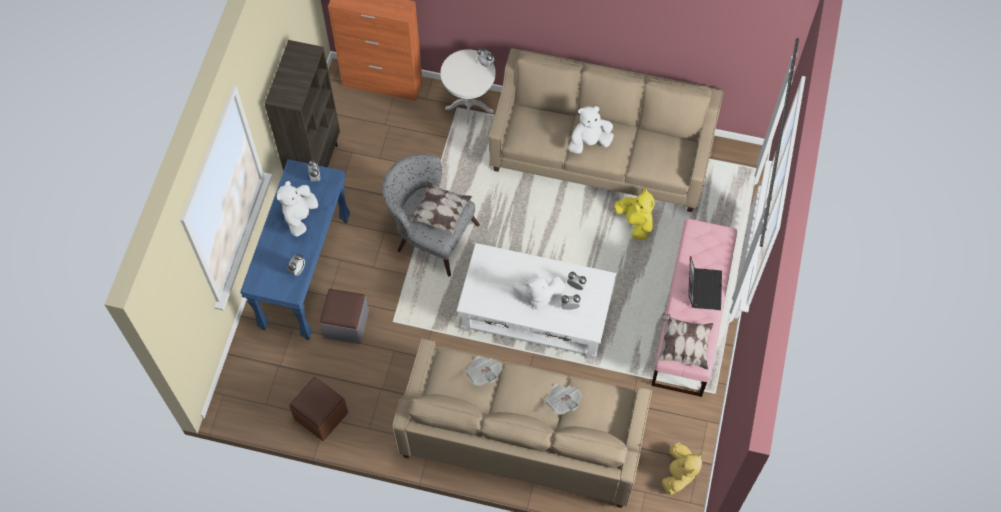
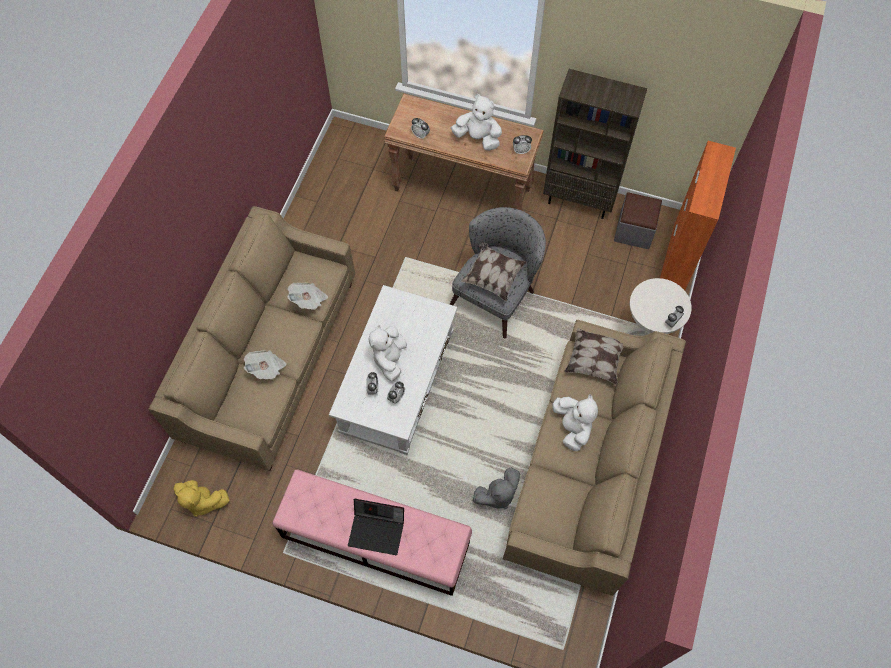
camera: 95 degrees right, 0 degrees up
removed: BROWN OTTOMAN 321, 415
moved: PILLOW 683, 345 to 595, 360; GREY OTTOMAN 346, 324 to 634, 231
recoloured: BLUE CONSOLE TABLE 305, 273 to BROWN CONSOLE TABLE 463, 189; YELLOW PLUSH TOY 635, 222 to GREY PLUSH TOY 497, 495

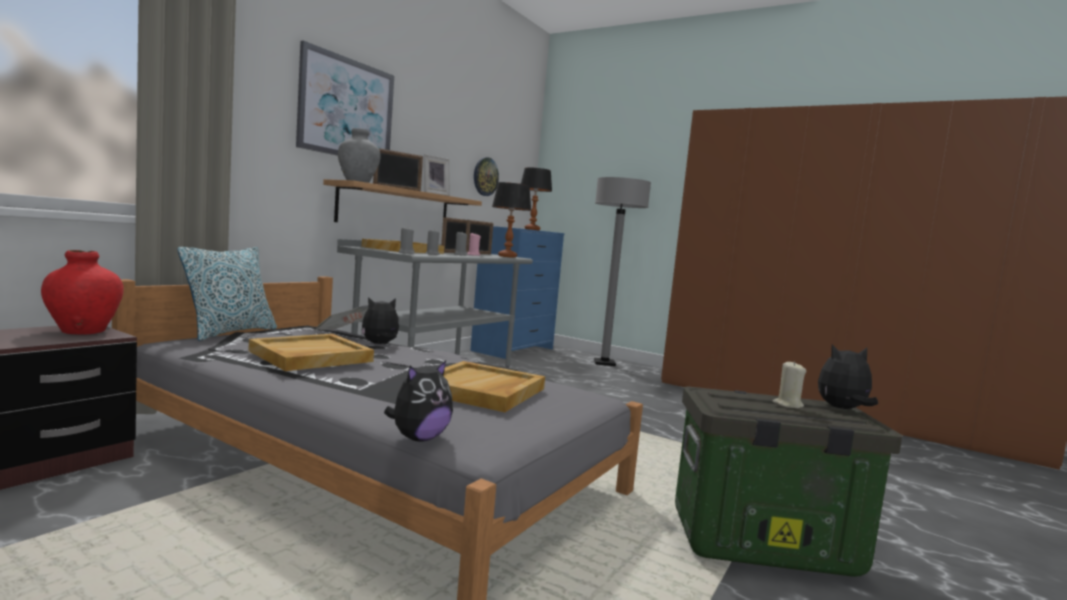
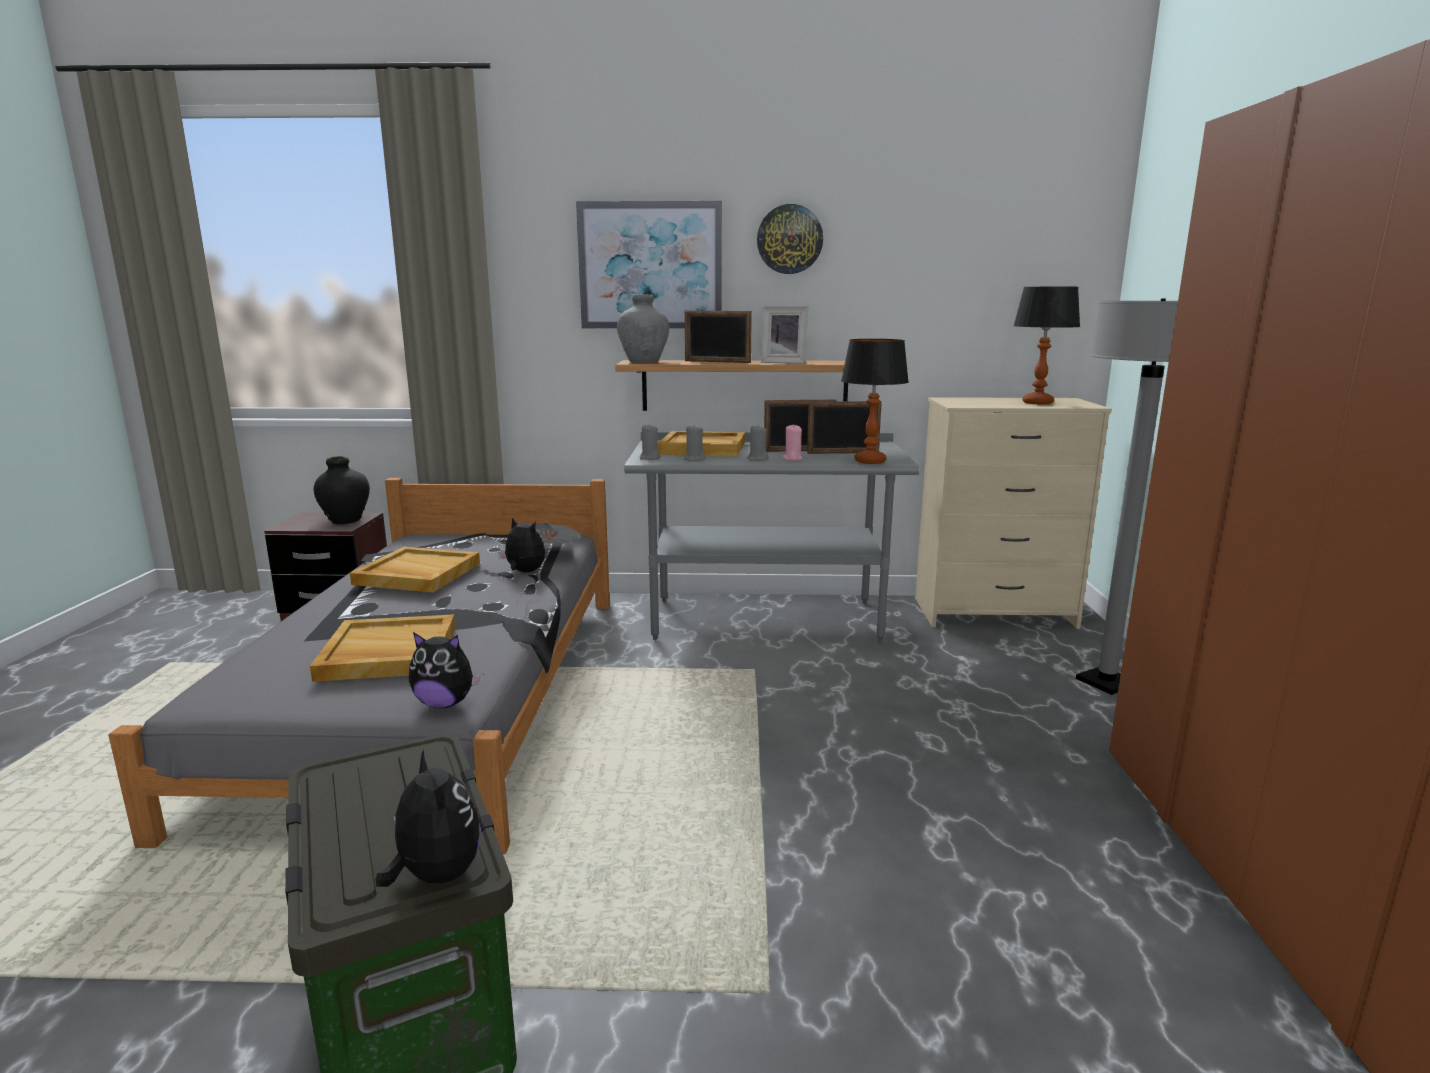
camera: 60 degrees right, 10 degrees up
removed: PILLOW 230, 332; BEIGE CANDLE 787, 405
moved: PLUSH TOY 419, 438 to 445, 703; WALL CLOCK 485, 176 to 789, 239
recoloured: RED VASE 83, 331 to BLACK VASE 346, 521; BLUE DRESSER 513, 350 to BEIGE DRESSER 994, 613

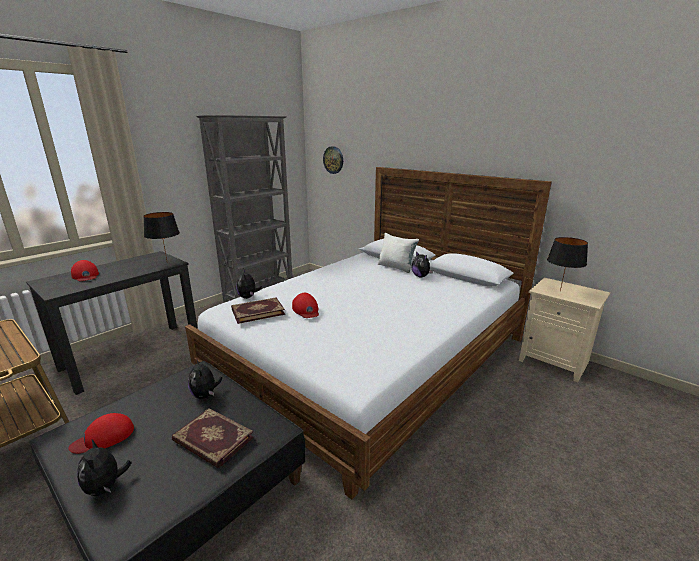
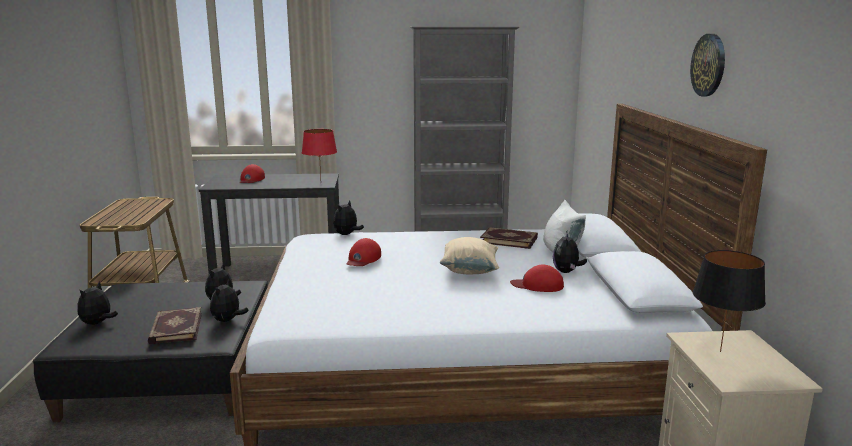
camera: 45 degrees right, 5 degrees down
added: PLUSH TOY 228, 320; BEIGE PILLOW 469, 271
moved: BOOK 257, 311 to 509, 240; RED CAP 104, 437 to 538, 285; WALL CLOCK 333, 160 to 709, 65
recoloured: BLACK TABLE LAMP 167, 262 to RED TABLE LAMP 321, 183

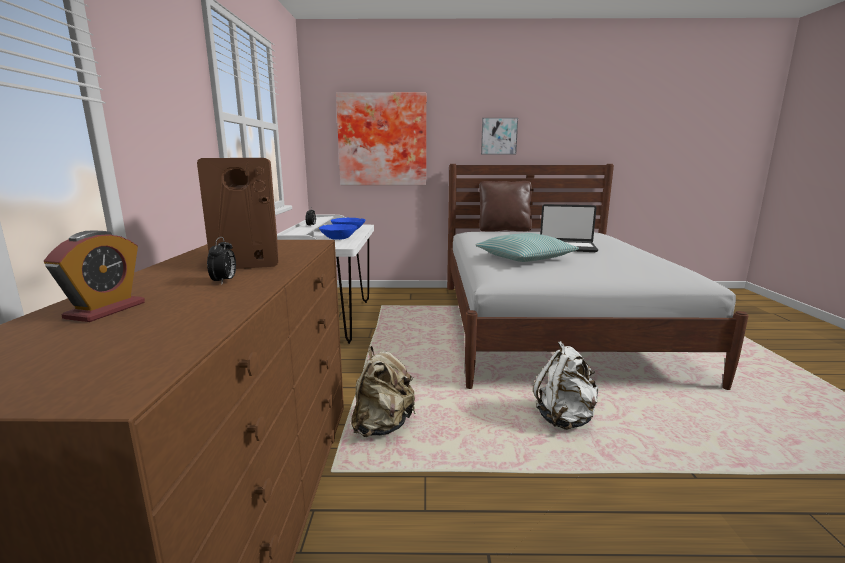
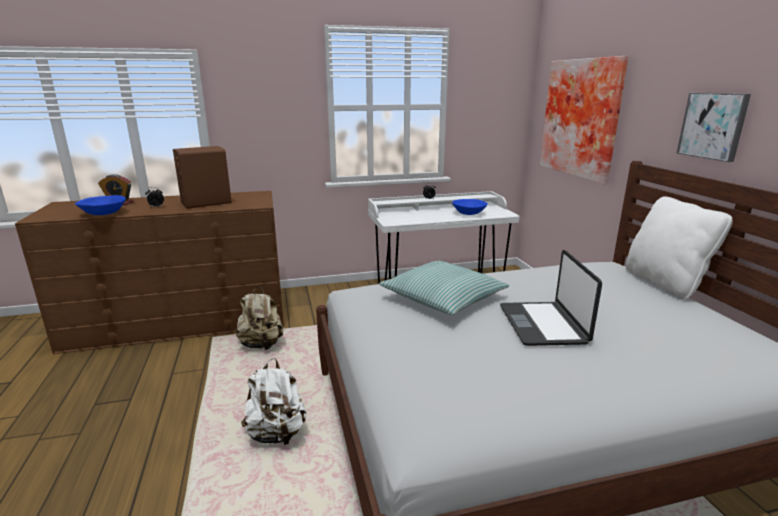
camera: 75 degrees right, 5 degrees up
moved: BLUE BOWL 338, 239 to 103, 214
recoloured: BROWN PILLOW 504, 230 to WHITE PILLOW 664, 283

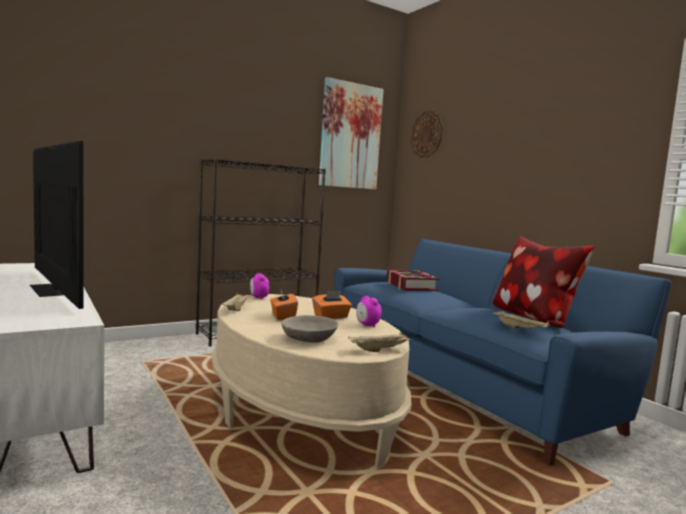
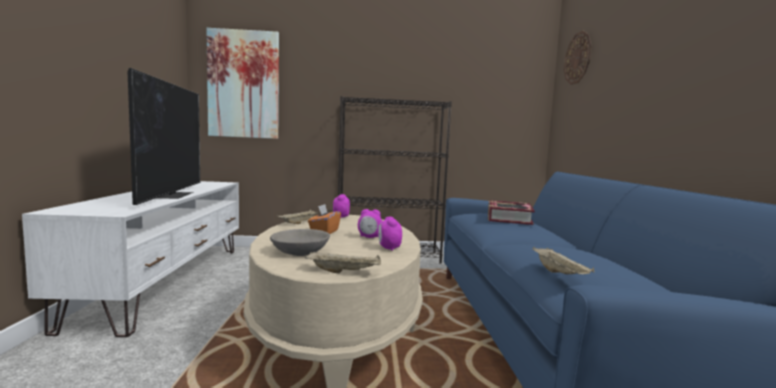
camera: 30 degrees right, 0 degrees up
removed: PILLOW 533, 318
moved: PICTURE 350, 136 to 243, 84
replaced: ORANGE TISSUE BOX 331, 317 to ALARM CLOCK 369, 237

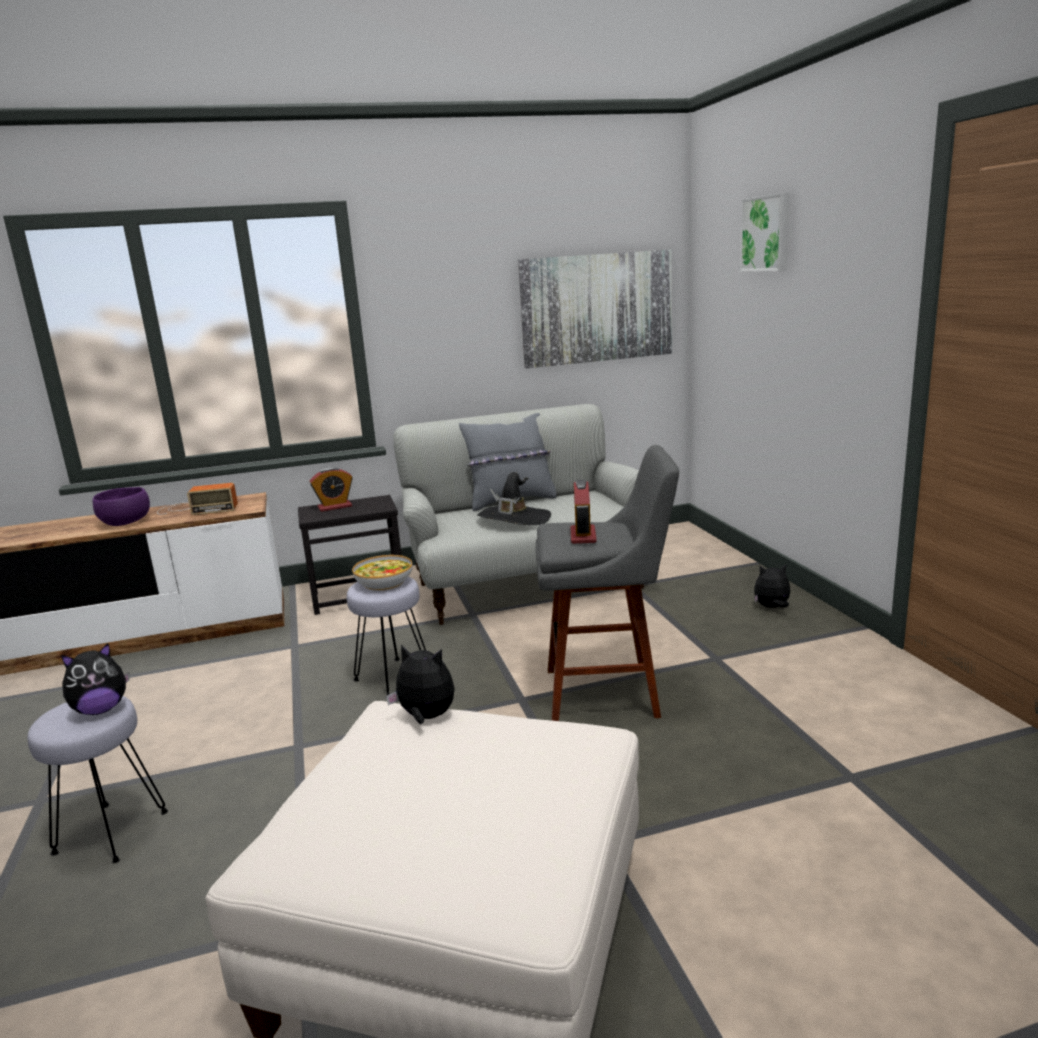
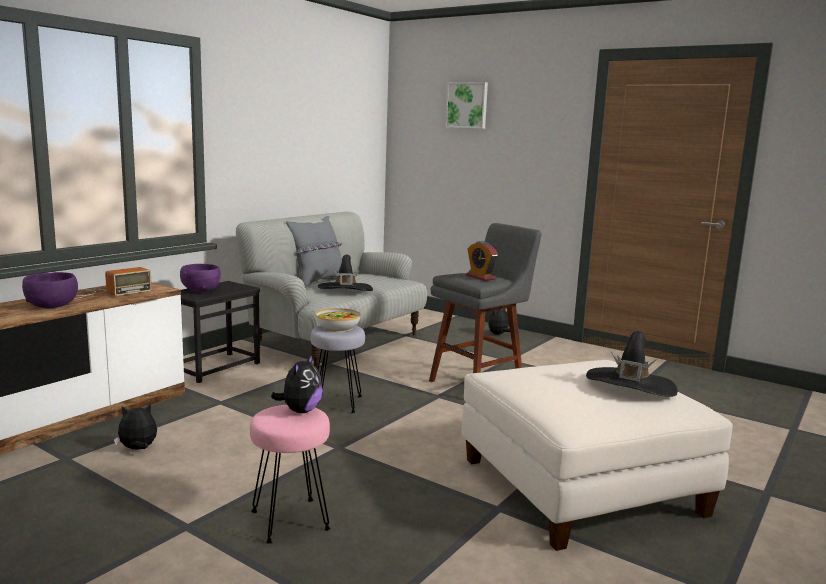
camera: 40 degrees left, 5 degrees down
removed: PICTURE 596, 308
added: BLACK HAT 630, 386
moved: PLUSH TOY 426, 717 to 138, 449
replaced: ALARM CLOCK 335, 507 to PURPLE BOWL 200, 290
recoloured: GREY STOOL 112, 831 to PINK STOOL 290, 519

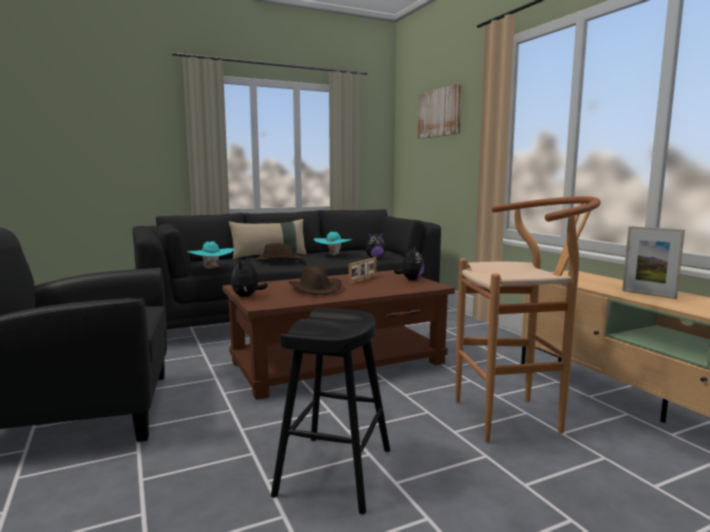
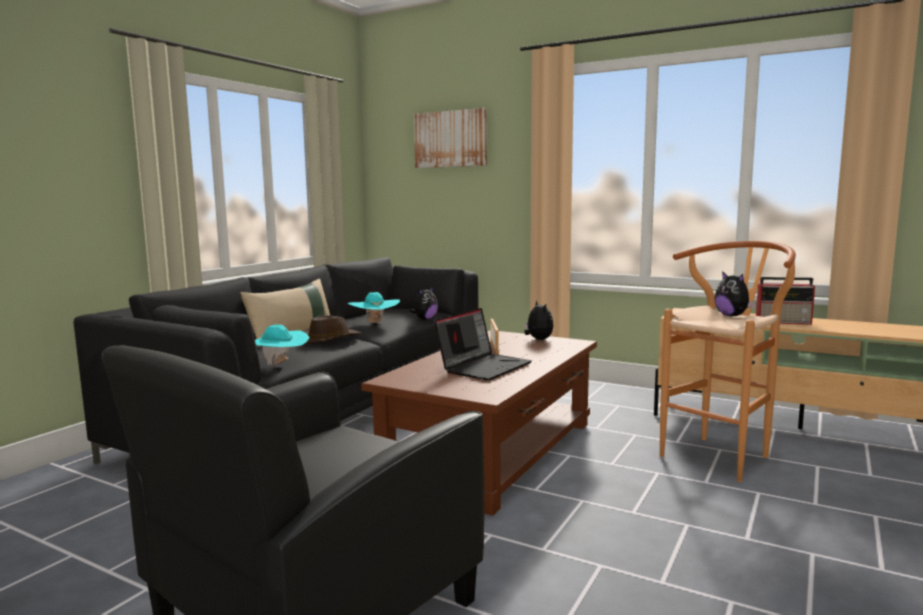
camera: 35 degrees left, 0 degrees up
removed: BLACK STOOL 335, 471
moved: PLUSH TOY 247, 296 to 732, 316
replaced: BROWN HAT 316, 289 to LAPTOP 484, 367; PICTURE FRAME 648, 294 to RADIO 784, 322

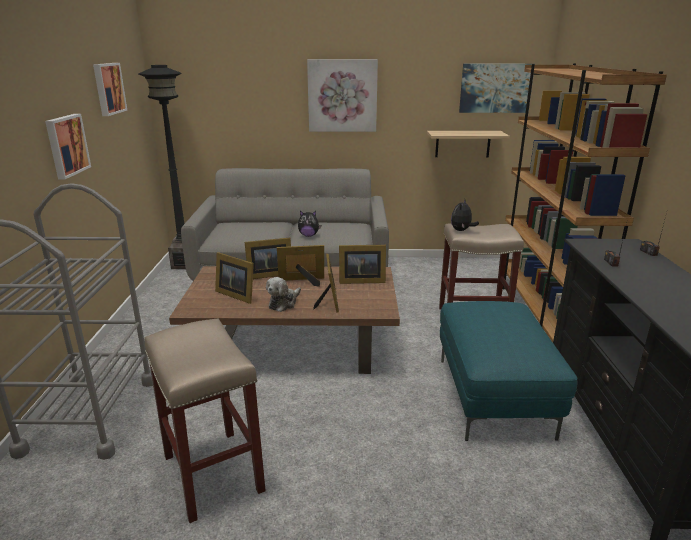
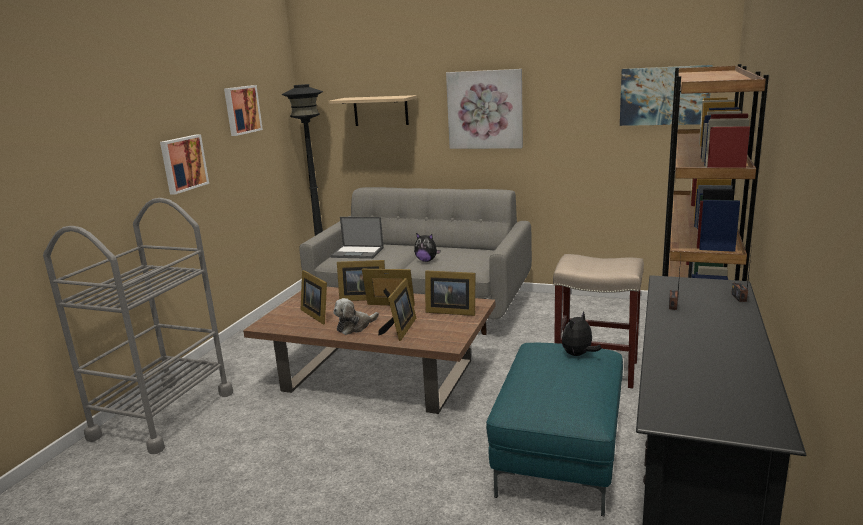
camera: 20 degrees right, 5 degrees down
removed: BEIGE STOOL 214, 474
added: LAPTOP 358, 252
moved: SHELF 462, 144 to 380, 111; PLUSH TOY 461, 230 to 578, 355

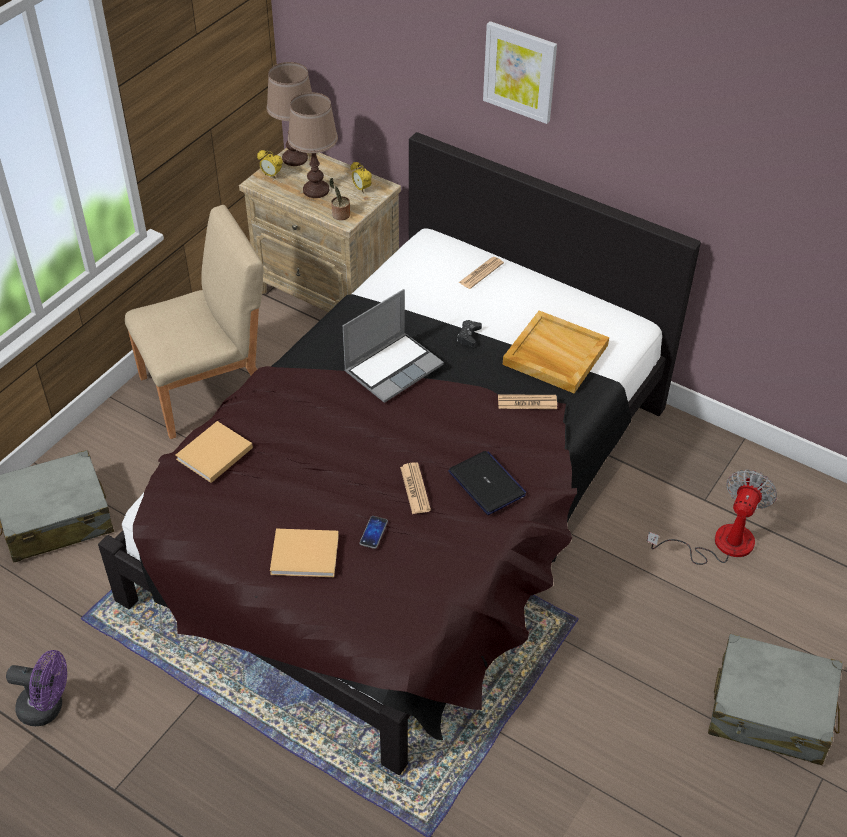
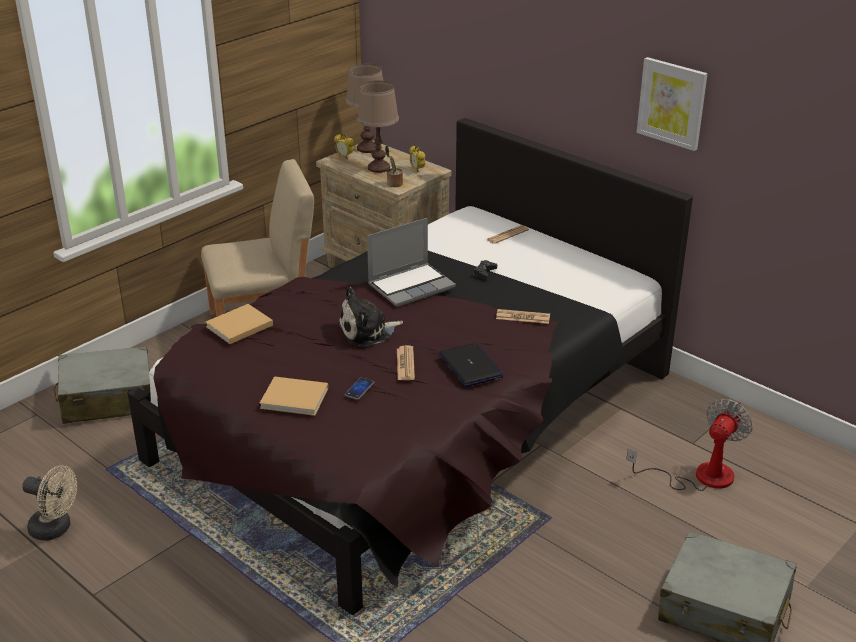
camera: 10 degrees right, 15 degrees down
removed: BEIGE TRAY 554, 355
added: PLUSH TOY 367, 332
moved: PICTURE 520, 71 to 672, 103
recoloured: PURPLE FAN 48, 708 to BEIGE FAN 56, 529

